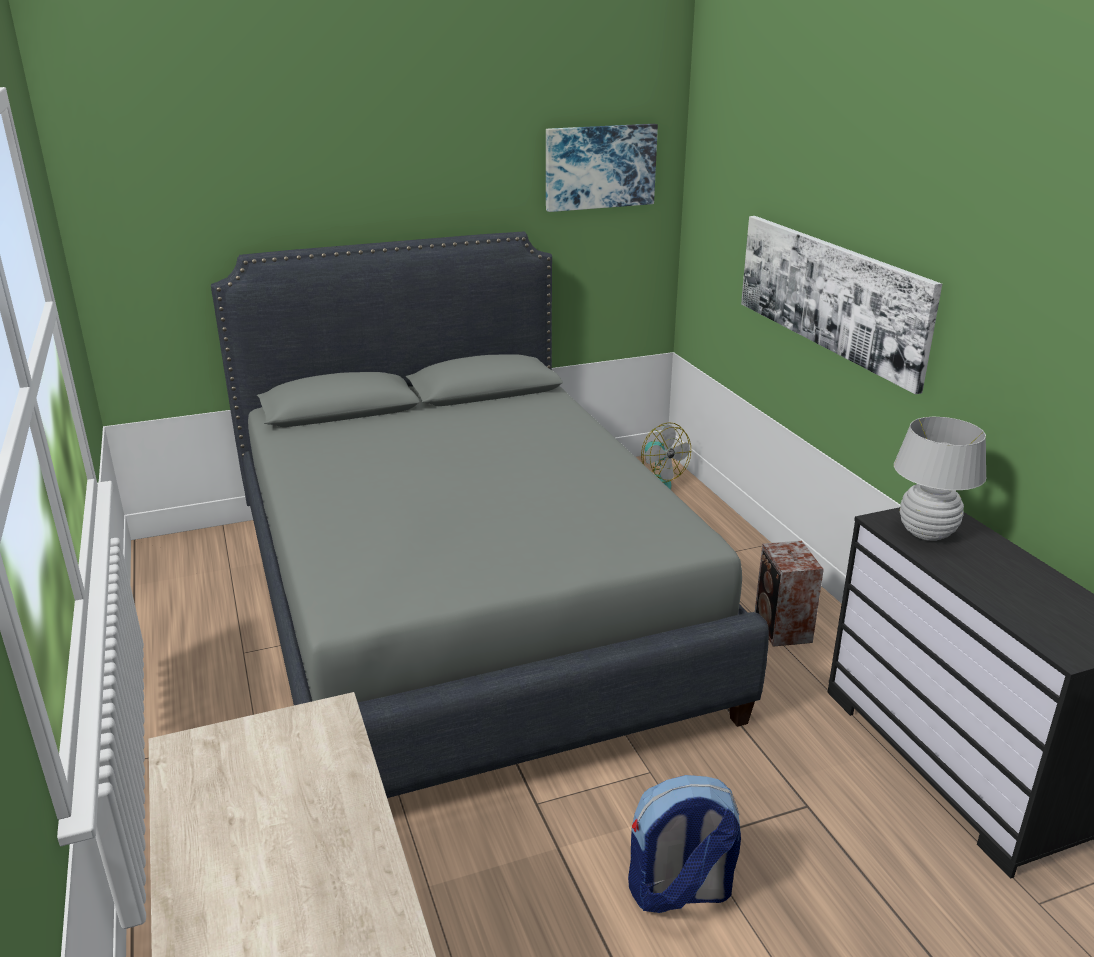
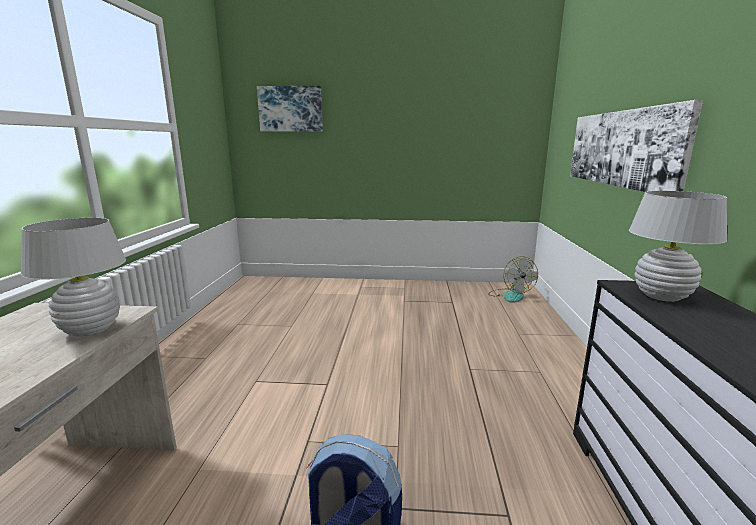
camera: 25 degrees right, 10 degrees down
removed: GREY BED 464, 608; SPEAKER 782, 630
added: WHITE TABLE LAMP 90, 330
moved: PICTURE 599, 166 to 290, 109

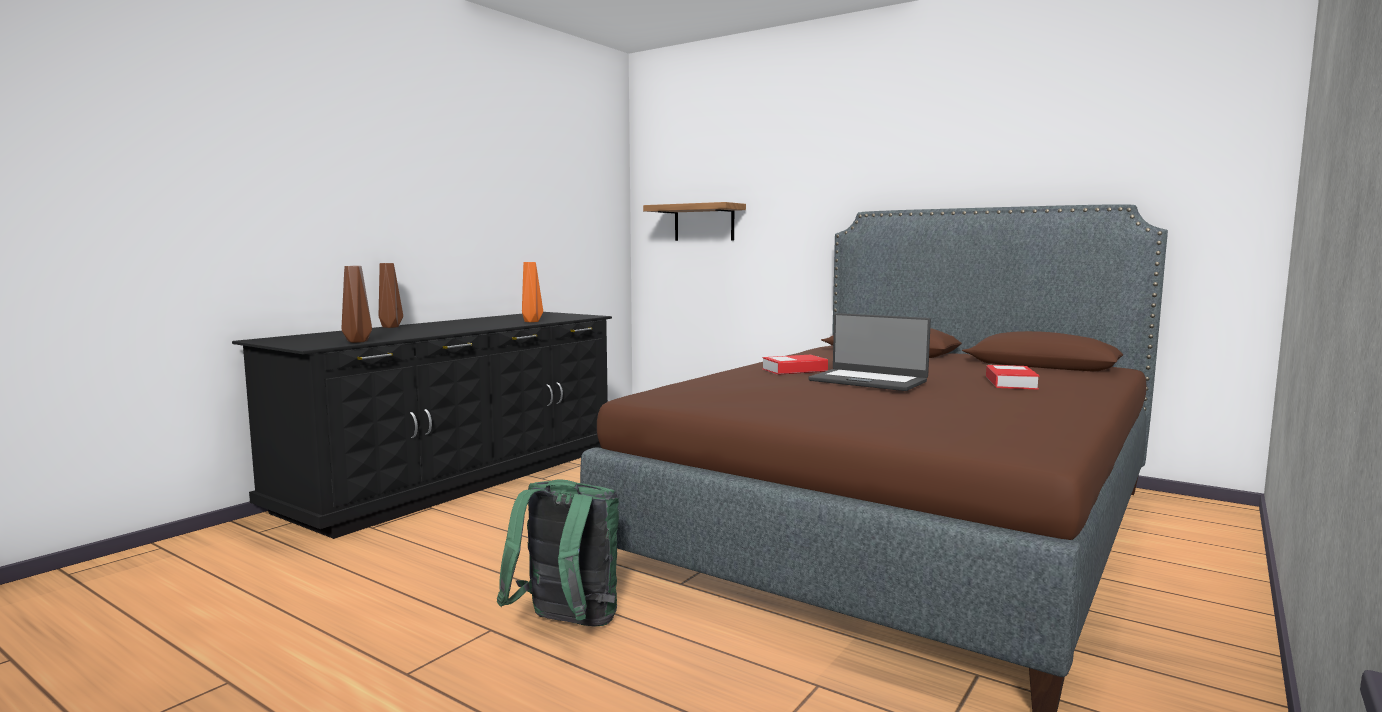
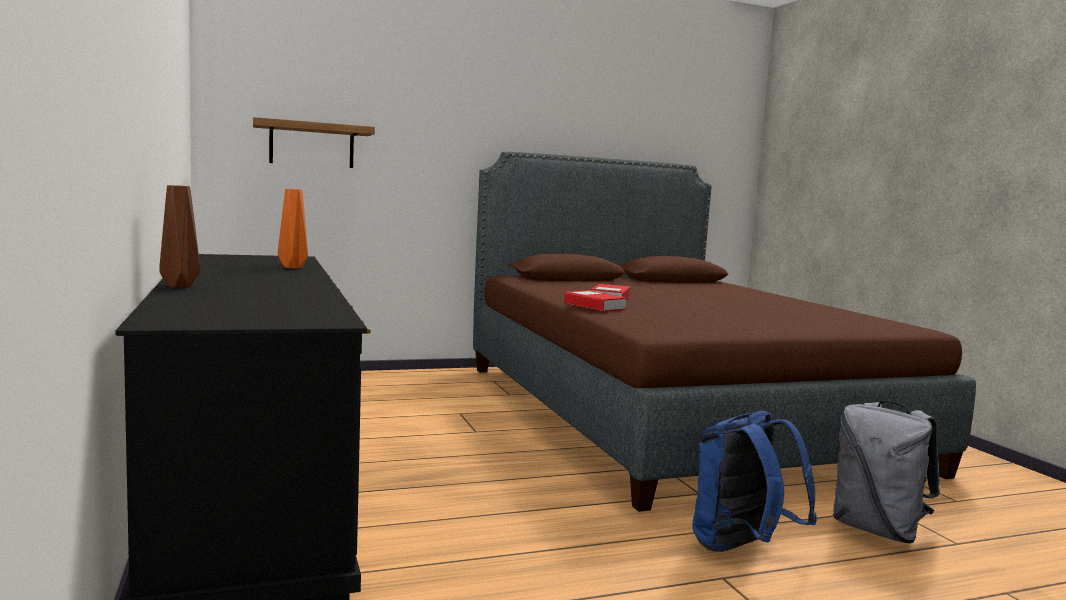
camera: 55 degrees left, 0 degrees up
removed: BROWN VASE 358, 341; LAPTOP 868, 381
added: GREY BACKPACK 878, 530
moved: BOOK 1011, 383 to 594, 306
recoloured: GREEN BACKPACK 566, 625 to BLUE BACKPACK 741, 548

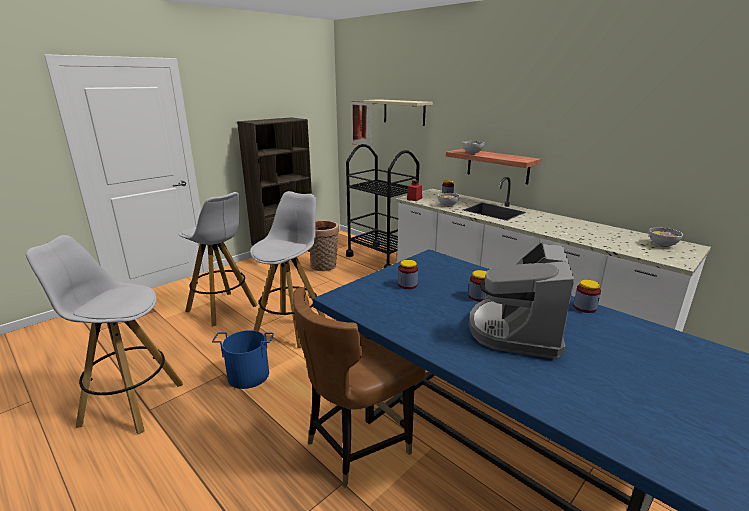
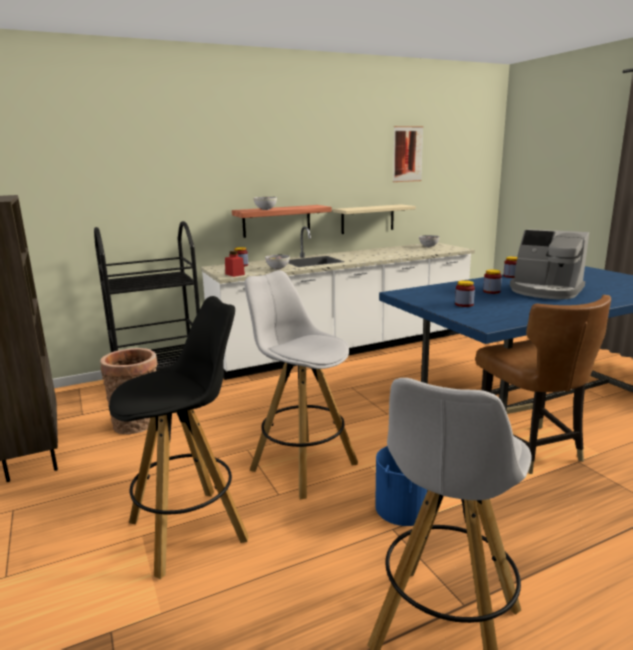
camera: 70 degrees left, 5 degrees down
moved: BEIGE SHELF 404, 112 to 367, 219; PICTURE 361, 123 to 407, 154
recoloured: WHITE STOOL 223, 309 to BLACK STOOL 190, 530

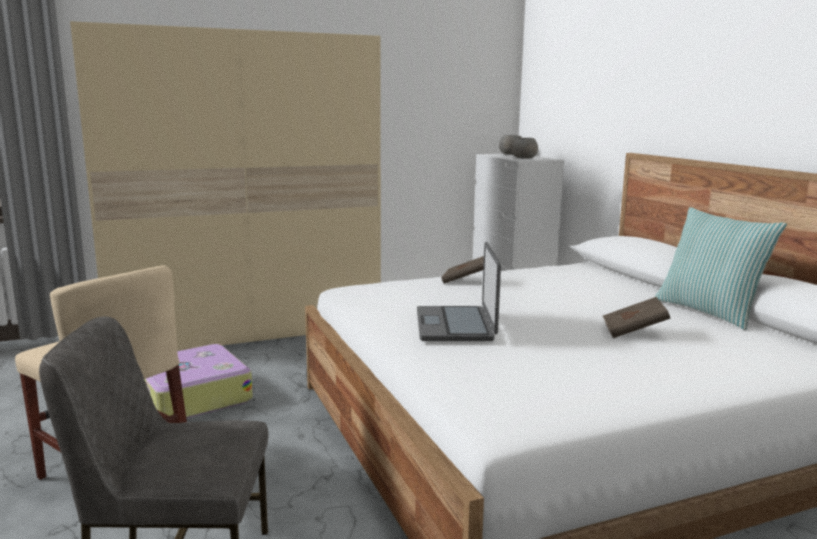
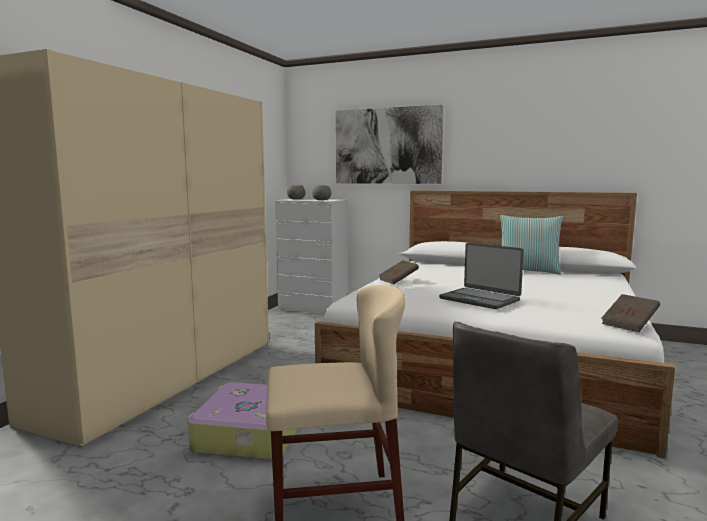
camera: 45 degrees left, 5 degrees down
added: PICTURE 387, 146
moved: BROWN BOOK 633, 332 to 629, 324

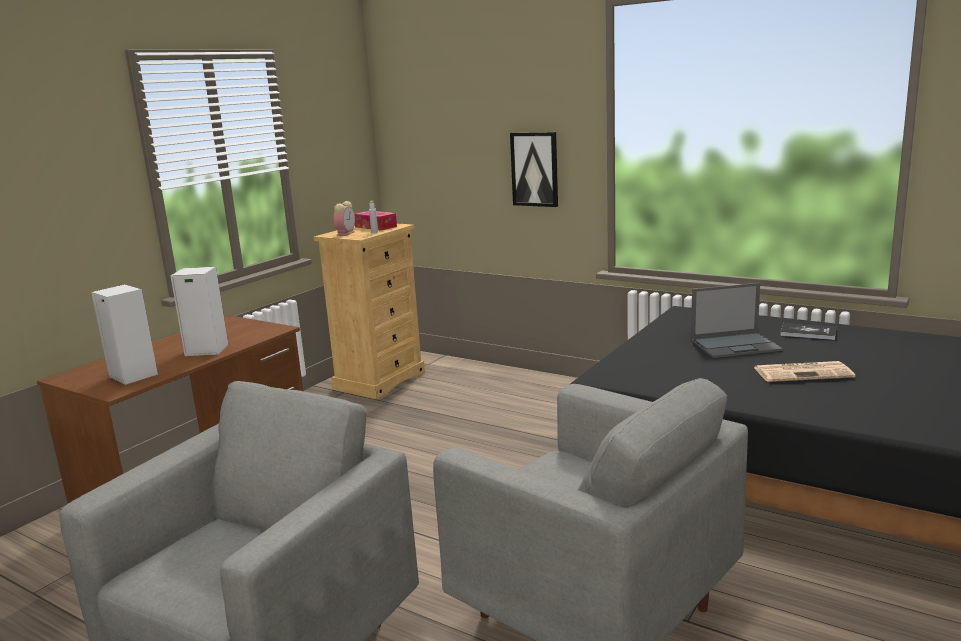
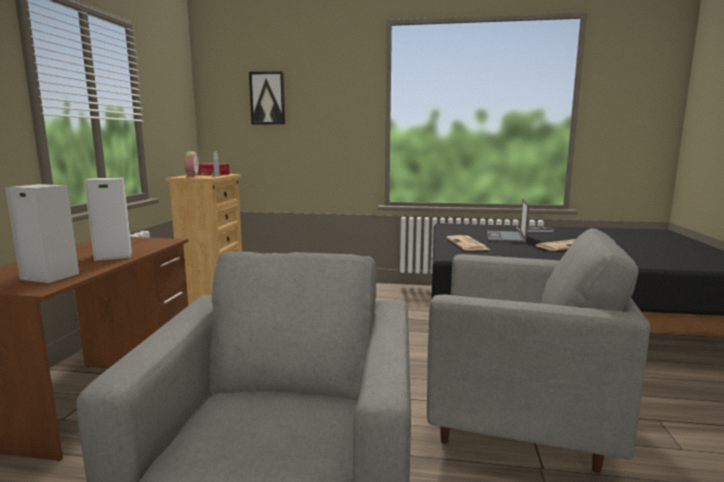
camera: 25 degrees left, 5 degrees down
added: NEWSPAPER 468, 244
moved: PICTURE 535, 169 to 267, 98
turned: LAPTOP 736, 345 = 505, 237 135 degrees clockwise

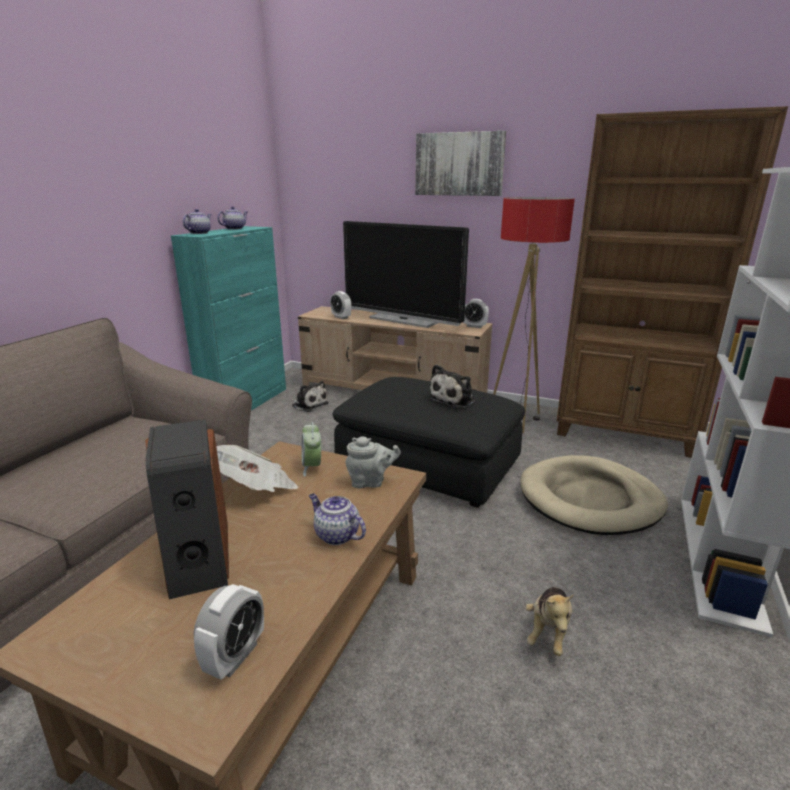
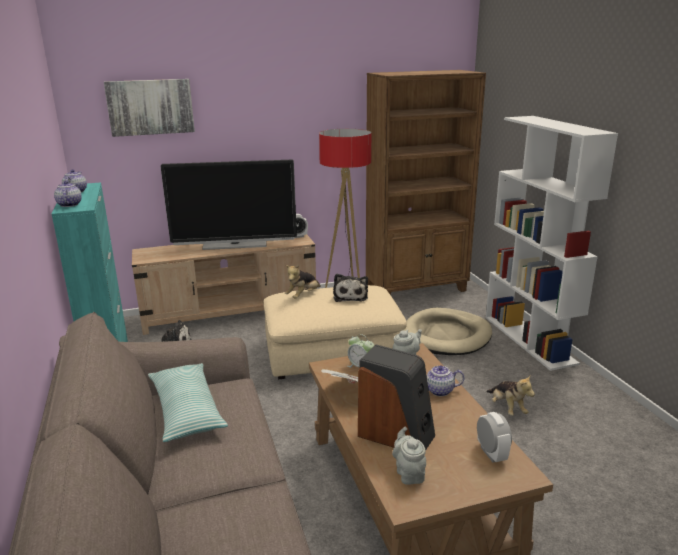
camera: 40 degrees left, 0 degrees up
removed: ALARM CLOCK 341, 317
added: PILLOW 186, 410; PLUSH TOY 303, 296; GREY TEAPOT 409, 473
moved: PICTURE 459, 164 to 150, 107
recoloured: BLACK OTTOMAN 428, 463 to BEIGE OTTOMAN 332, 352

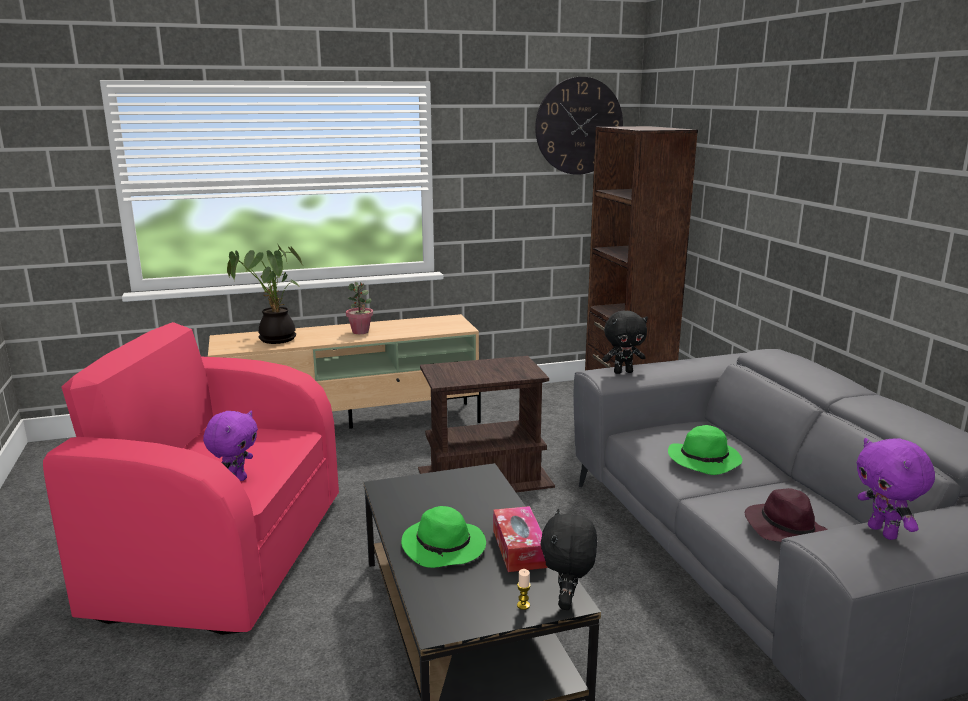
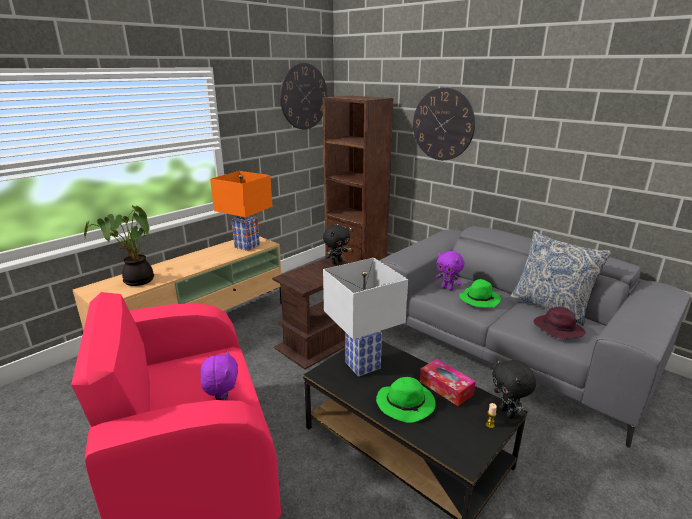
camera: 30 degrees left, 5 degrees up
removed: POTTED PLANT 360, 332
added: ORANGE TABLE LAMP 247, 246; WHITE TABLE LAMP 363, 366; WALL CLOCK 443, 124; PILLOW 551, 306
moved: BLACK PLUSH TOY 623, 372 to 336, 262; PURPLE PLUSH TOY 883, 532 to 448, 288

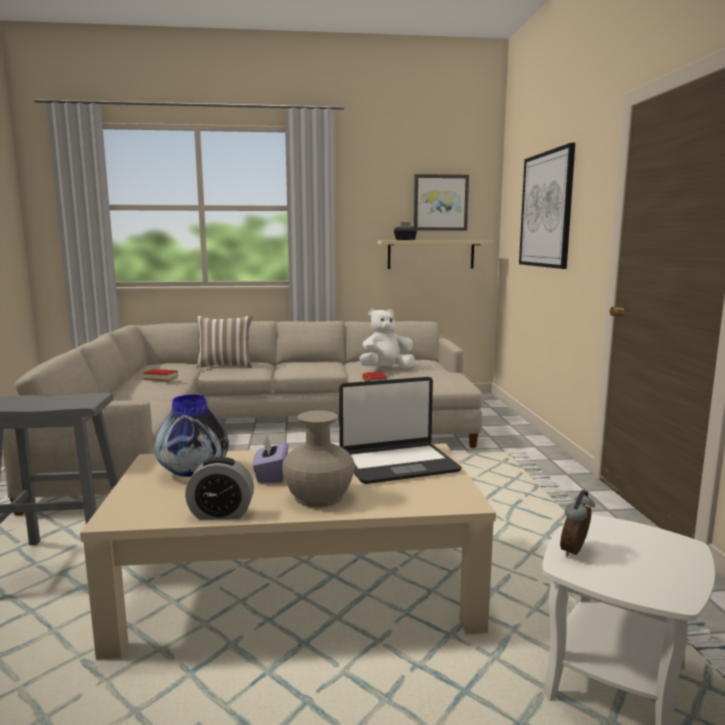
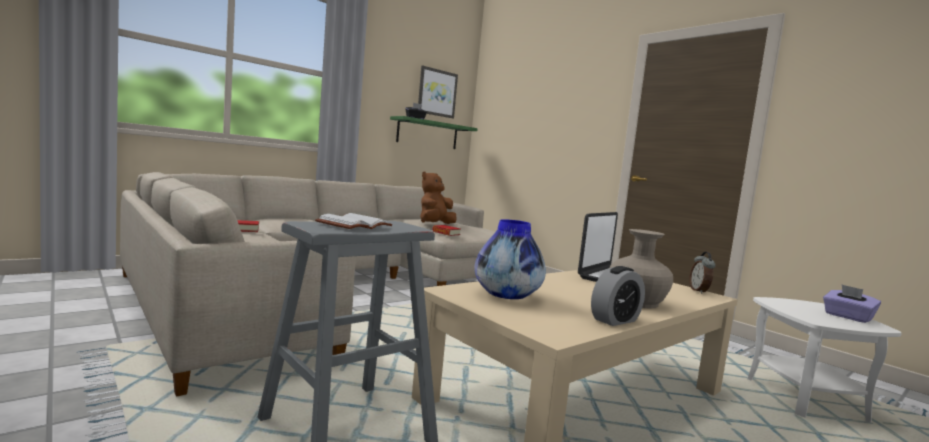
camera: 35 degrees left, 5 degrees down
removed: PILLOW 225, 366; PICTURE 546, 210
added: WHITE BOOK 354, 225
moved: ALARM CLOCK 576, 552 to 699, 291; PURPLE TISSUE BOX 271, 475 to 847, 317
recoloured: BEIGE SHELF 431, 254 to GREEN SHELF 427, 134; WHITE PLUSH TOY 386, 369 to BROWN PLUSH TOY 435, 224

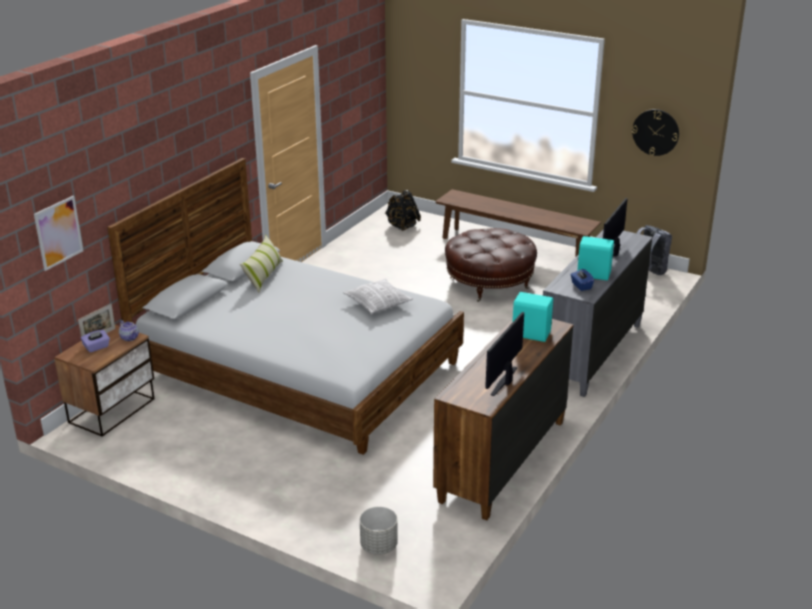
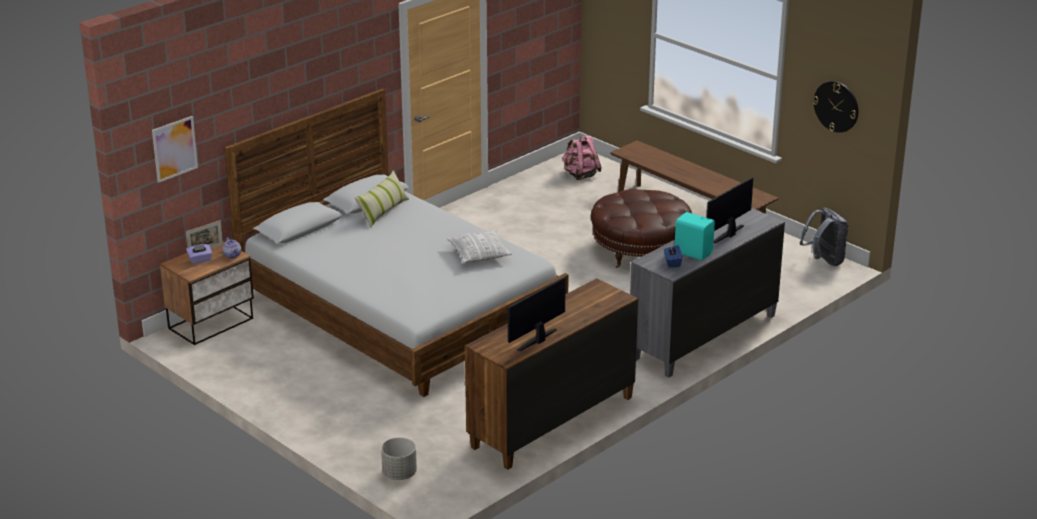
camera: 15 degrees right, 0 degrees up
removed: TURQUOISE SPEAKER 530, 333
recoloured: BLACK BACKPACK 402, 226 to PINK BACKPACK 580, 175

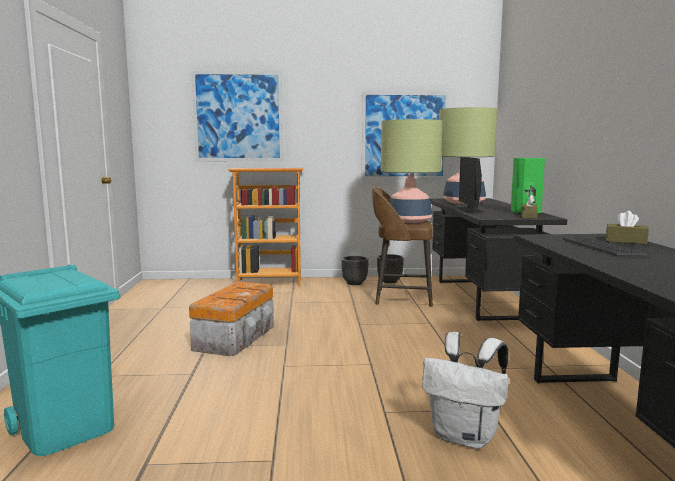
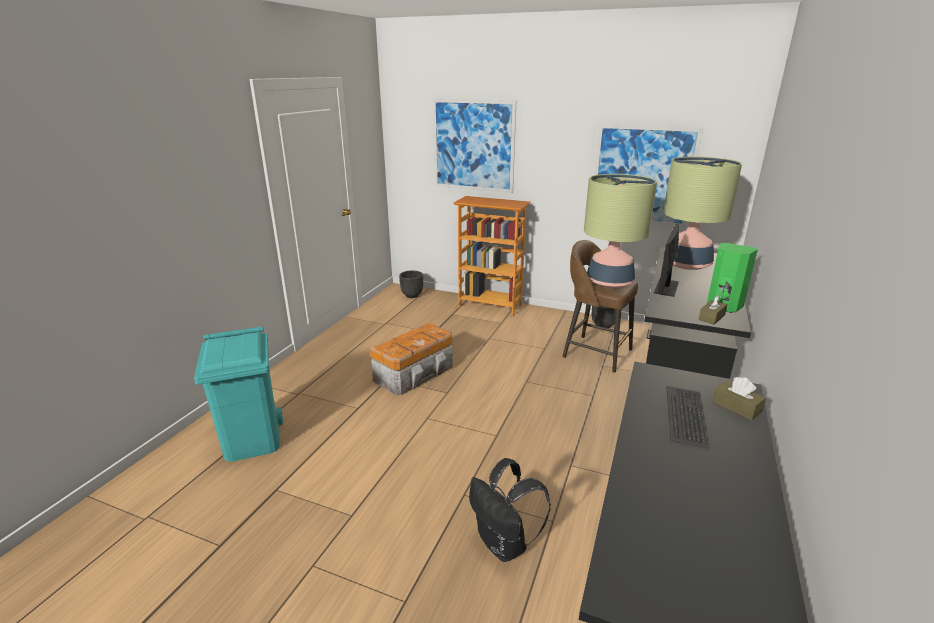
camera: 25 degrees right, 15 degrees up
moved: BLACK PLANTER 355, 283 to 412, 295
recoloured: WHITE BACKPACK 465, 437 to BLACK BACKPACK 505, 544

